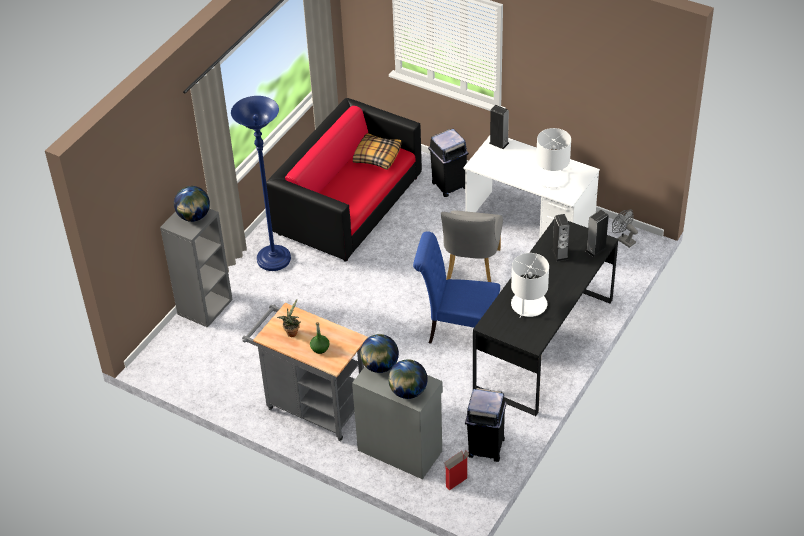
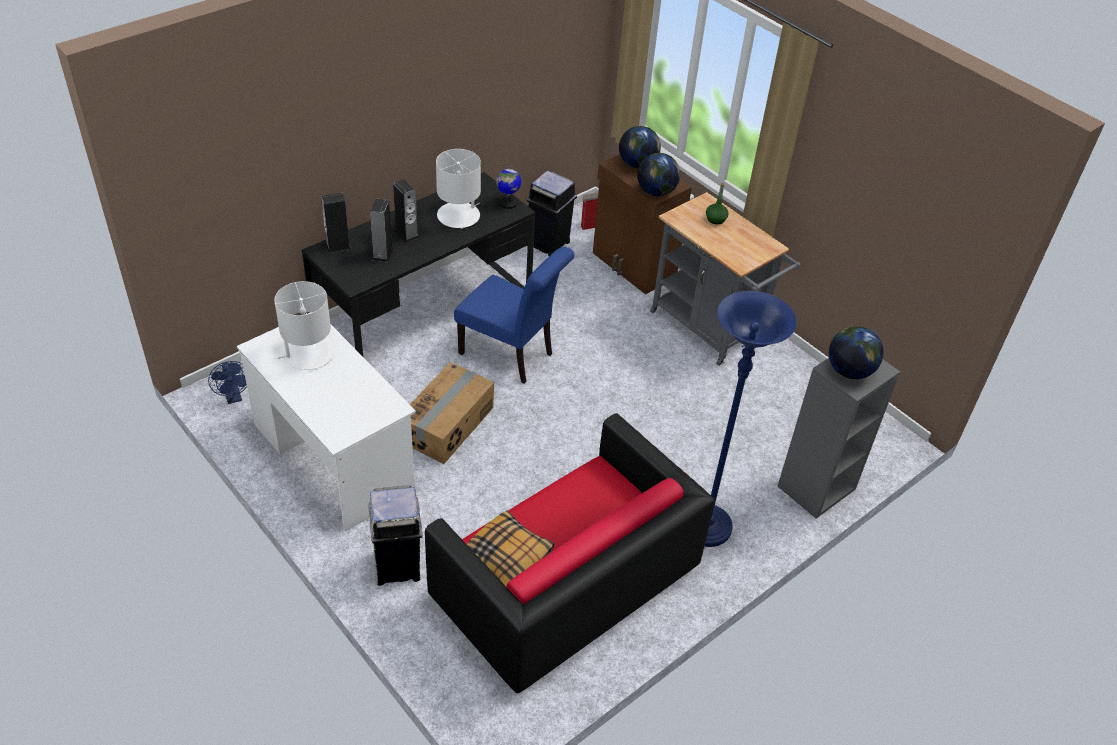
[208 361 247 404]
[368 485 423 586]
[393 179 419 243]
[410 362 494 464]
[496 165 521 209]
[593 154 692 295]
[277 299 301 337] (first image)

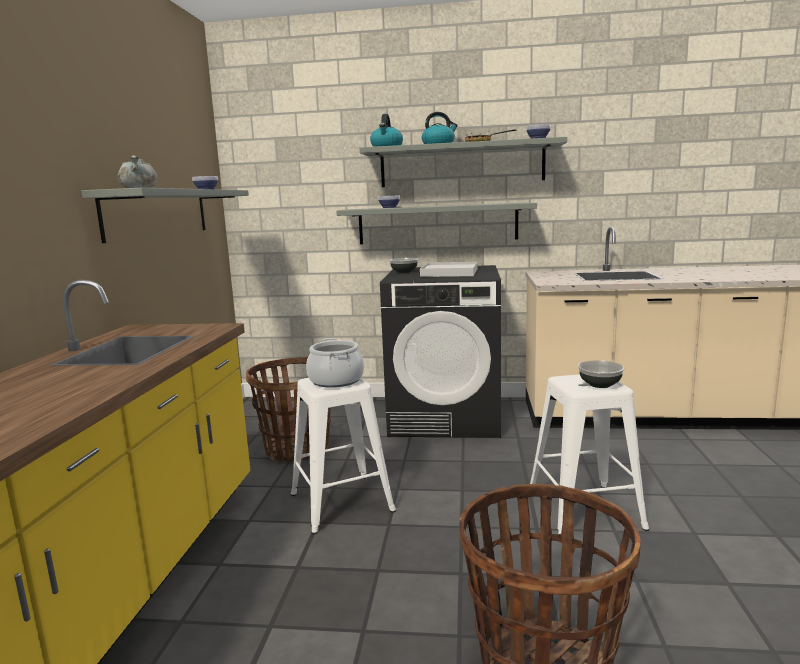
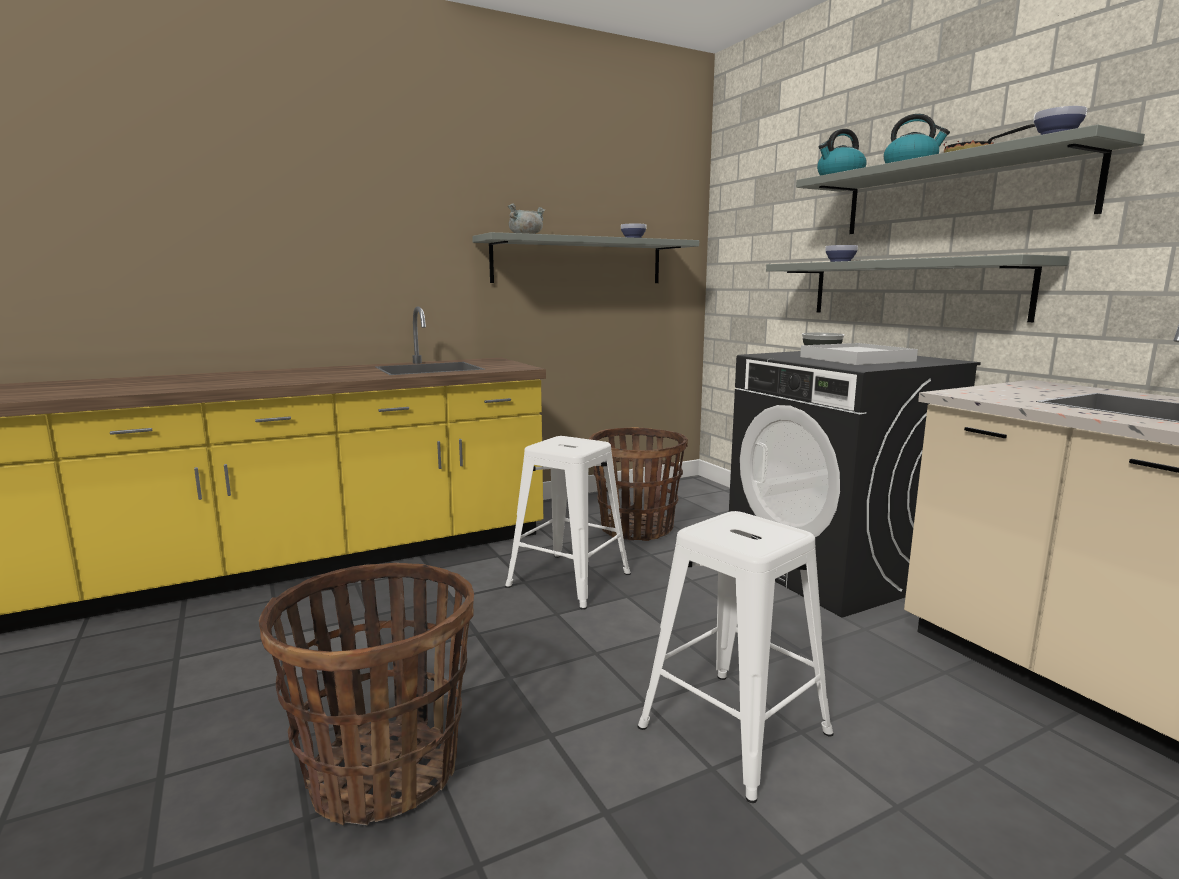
[306 338 364 388] (first image)
[578 360 624 388] (first image)

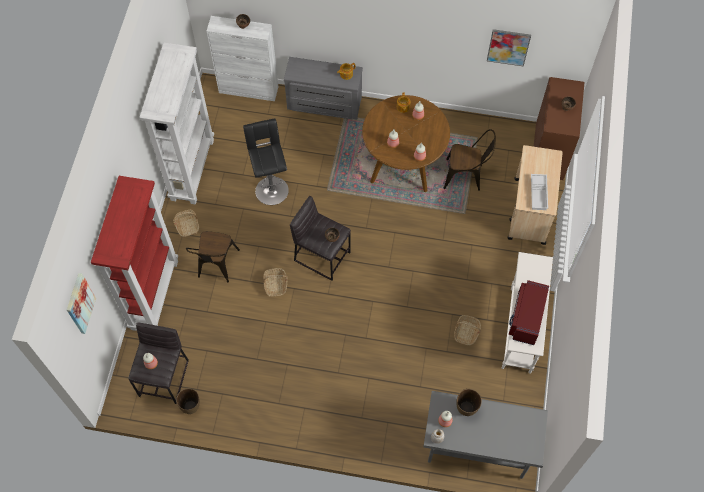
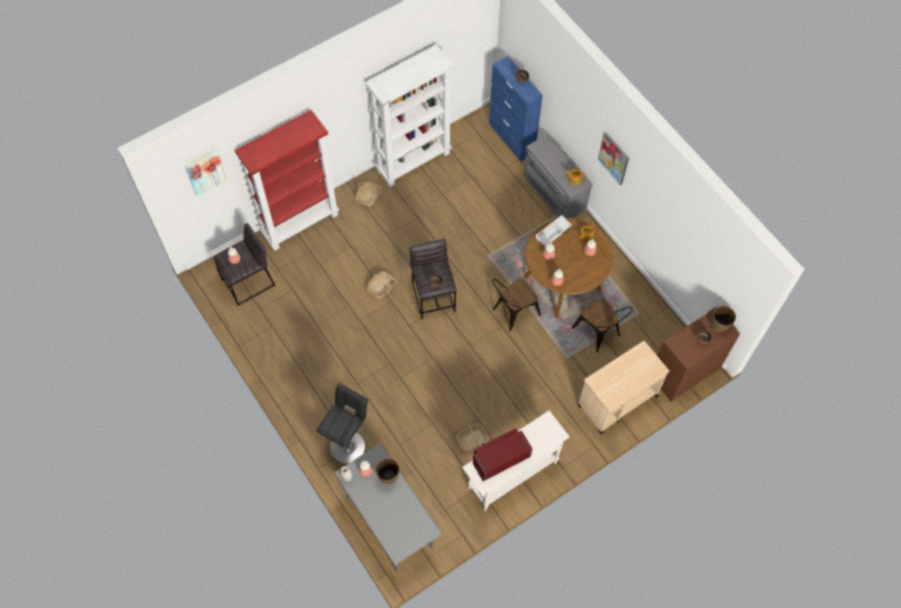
[317 383 368 464]
[489 56 543 162]
[492 278 541 332]
[535 215 572 247]
[598 131 629 185]
[711 305 736 332]

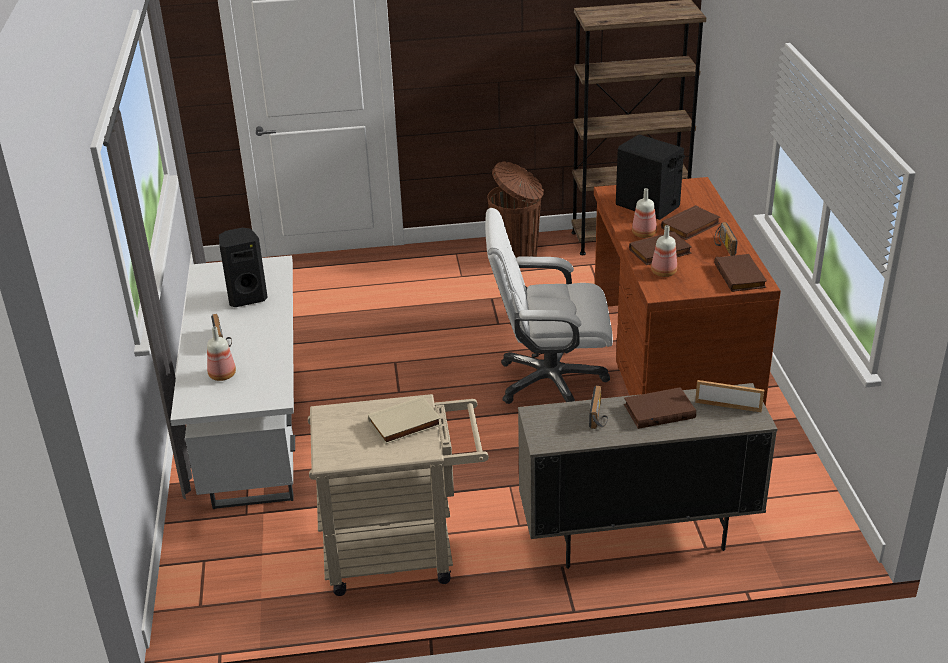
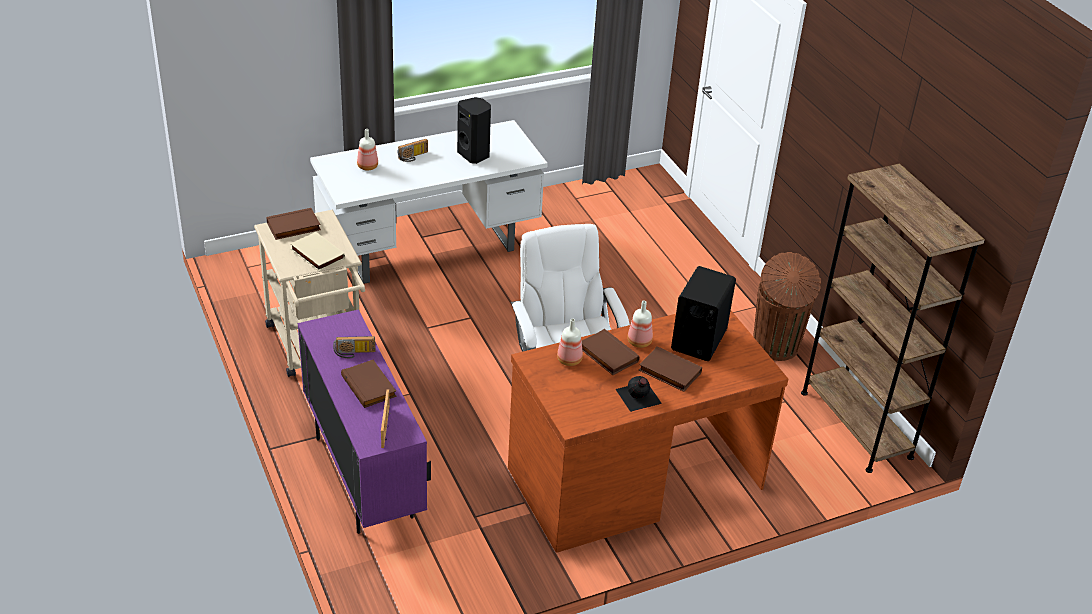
[267 208 321 240]
[298 309 431 534]
[615 376 662 412]

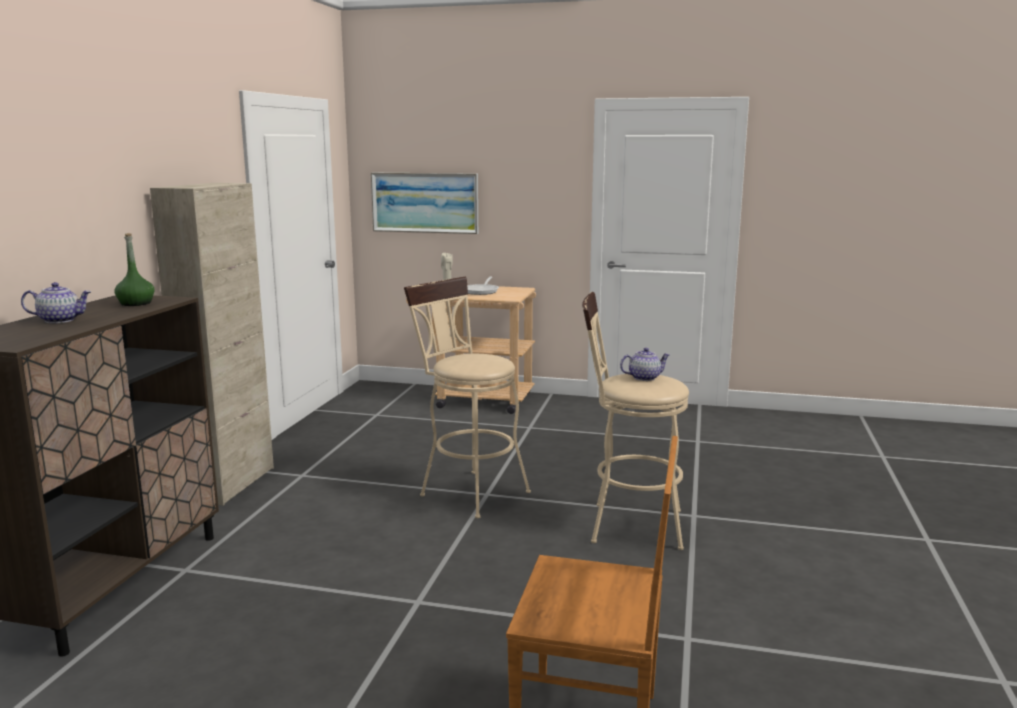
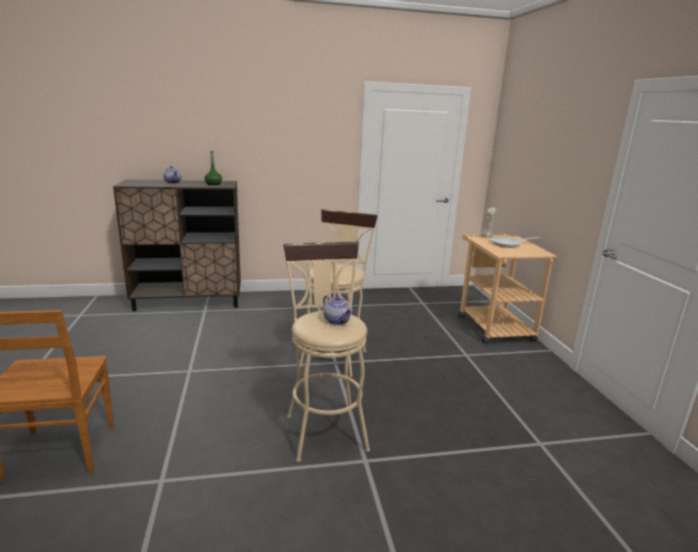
[150 183 274 506] (first image)
[371 173 478 234] (first image)

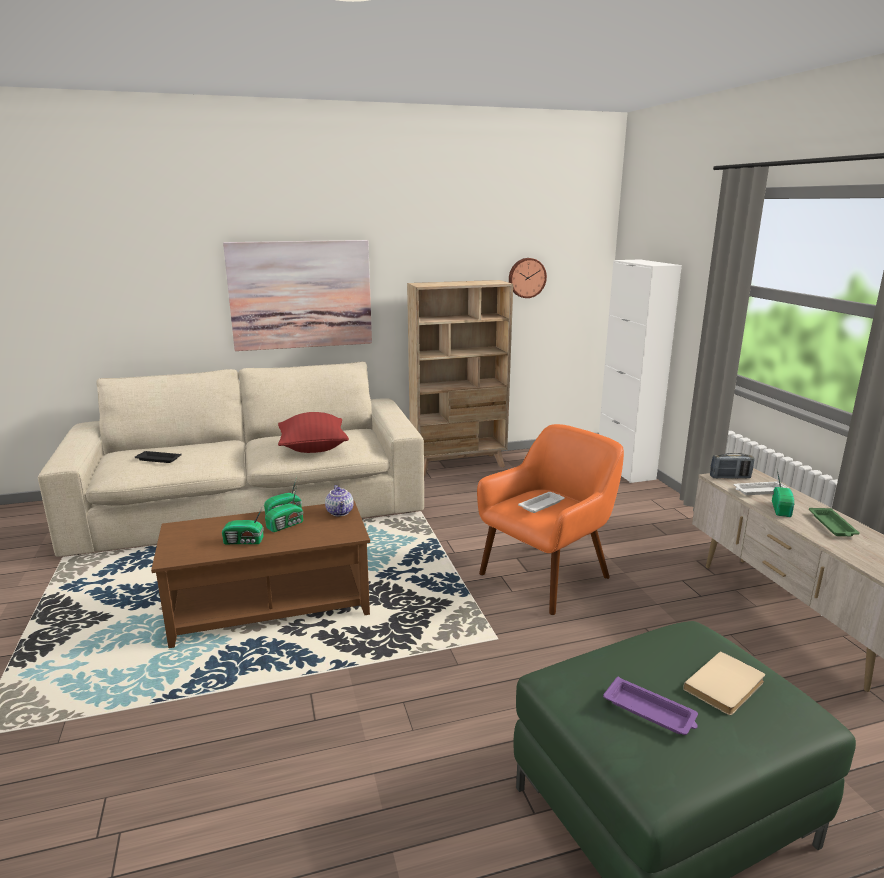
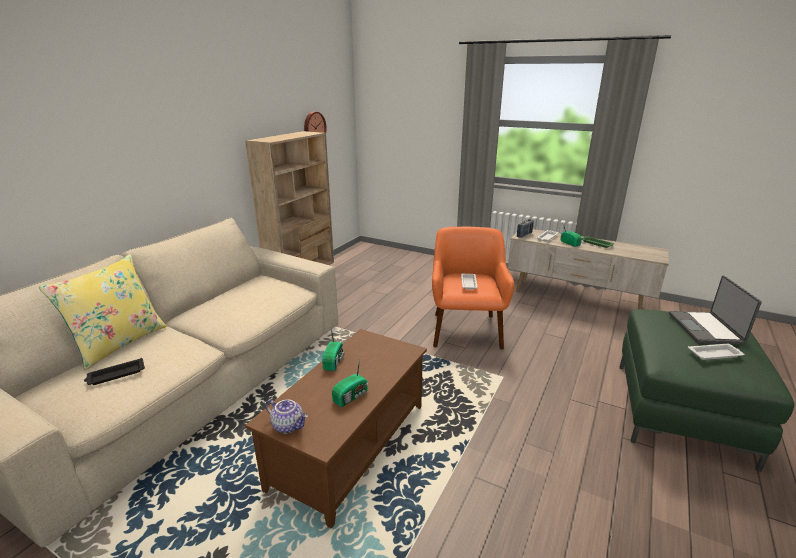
[39 254 167 370]
[265 399 308 434]
[669 276 762 345]
[688 344 744 360]
[223 240 372 351] (first image)
[265 485 303 532] (first image)
[278 412 349 453] (first image)
[599 259 682 483] (first image)

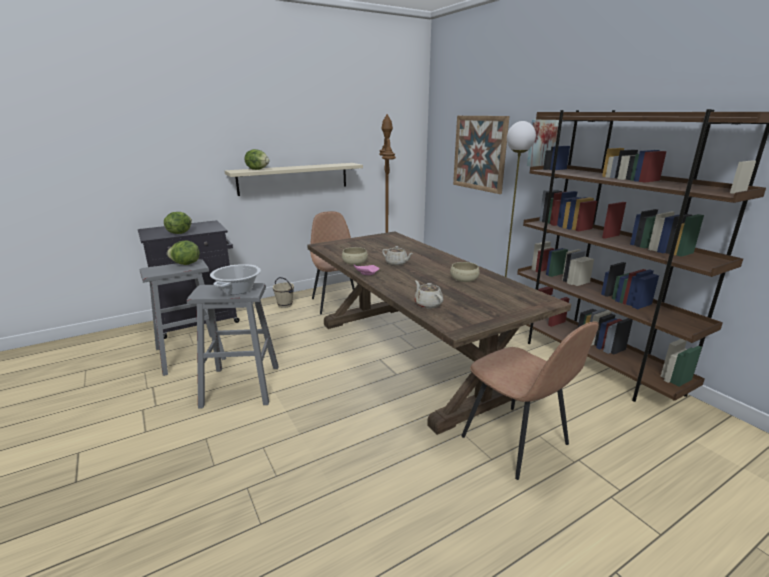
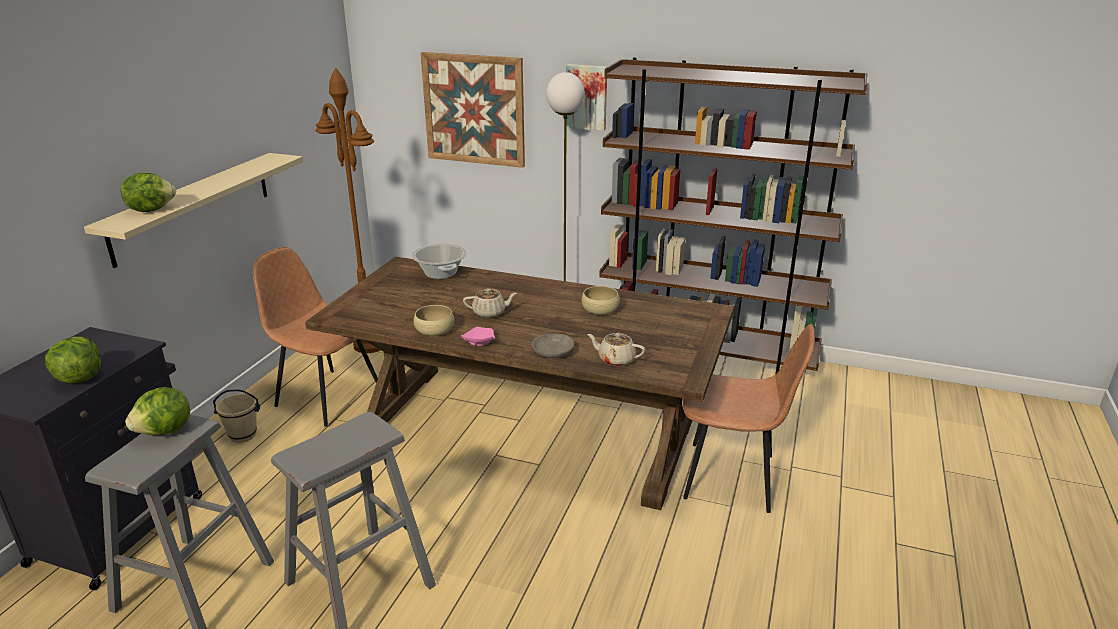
[412 244 467 279]
[532 333 574 358]

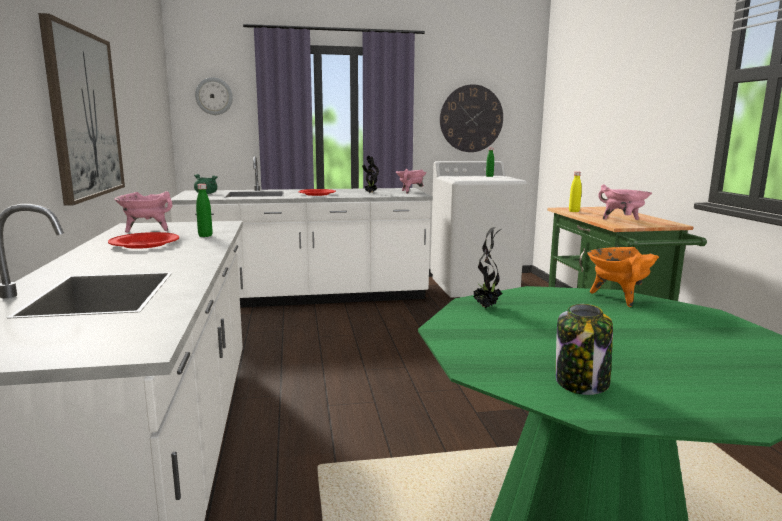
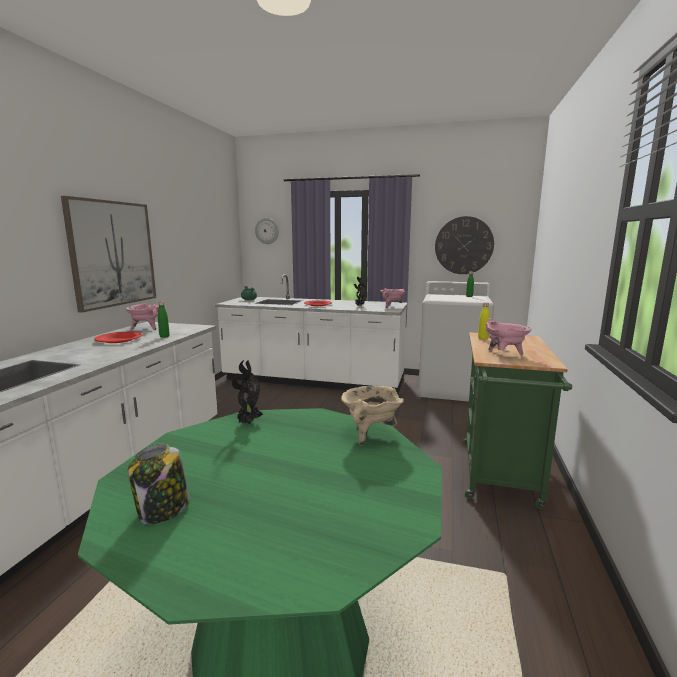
[341 386 404 446]

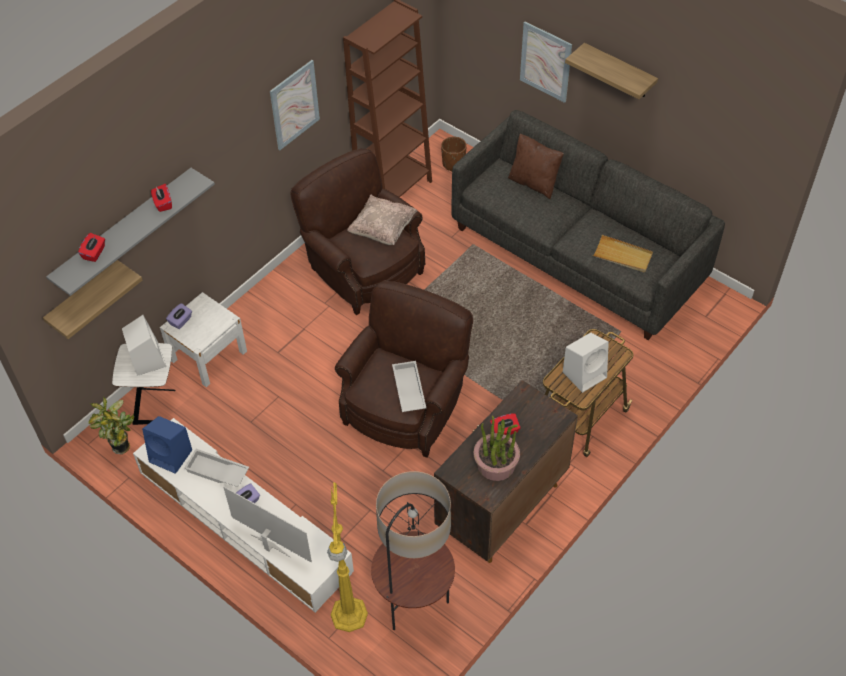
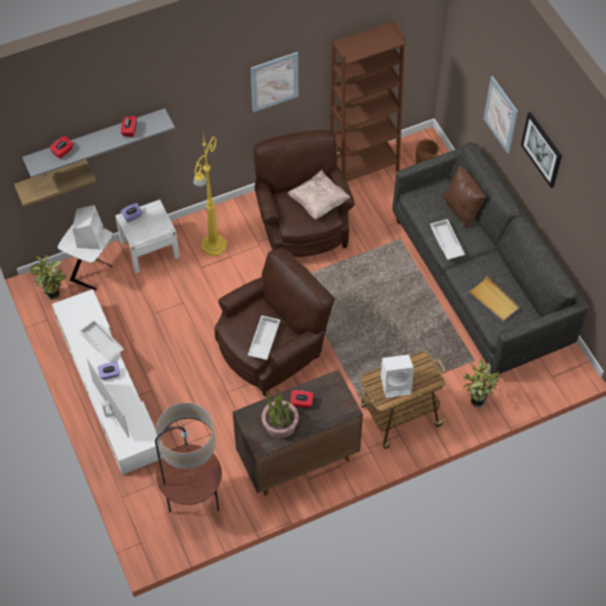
[193 133 227 256]
[430 219 465 260]
[464 360 499 408]
[521 112 562 188]
[142 416 192 474] (first image)

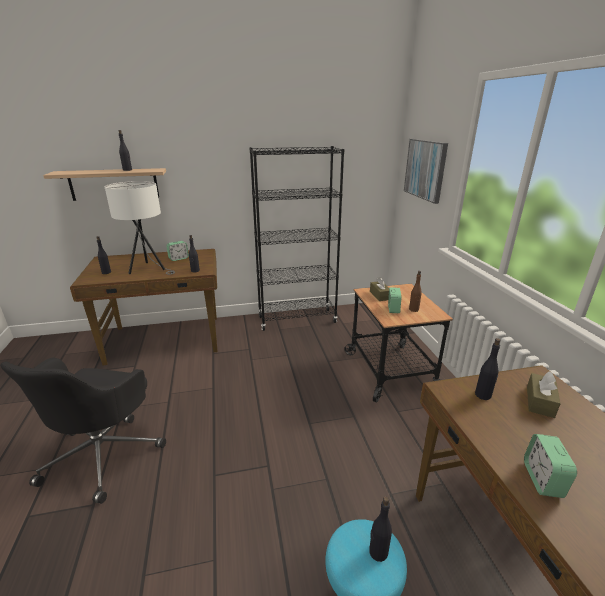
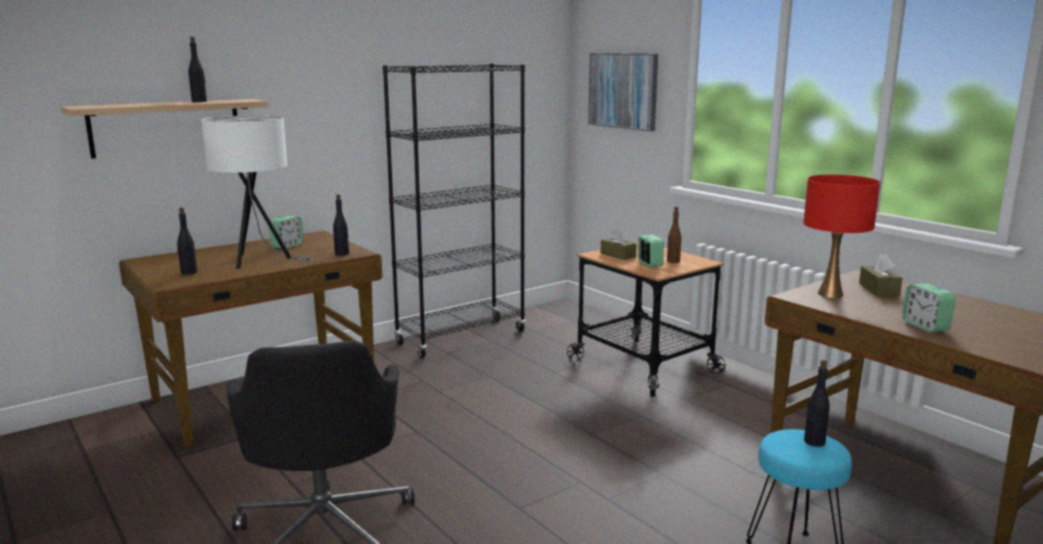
[803 175 880 298]

